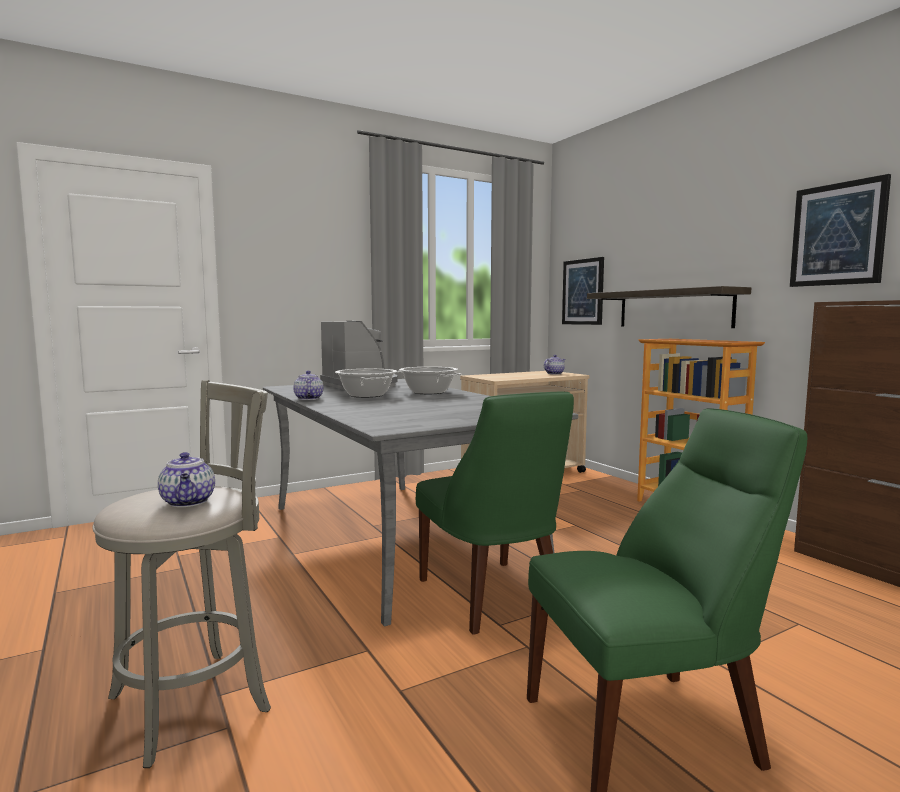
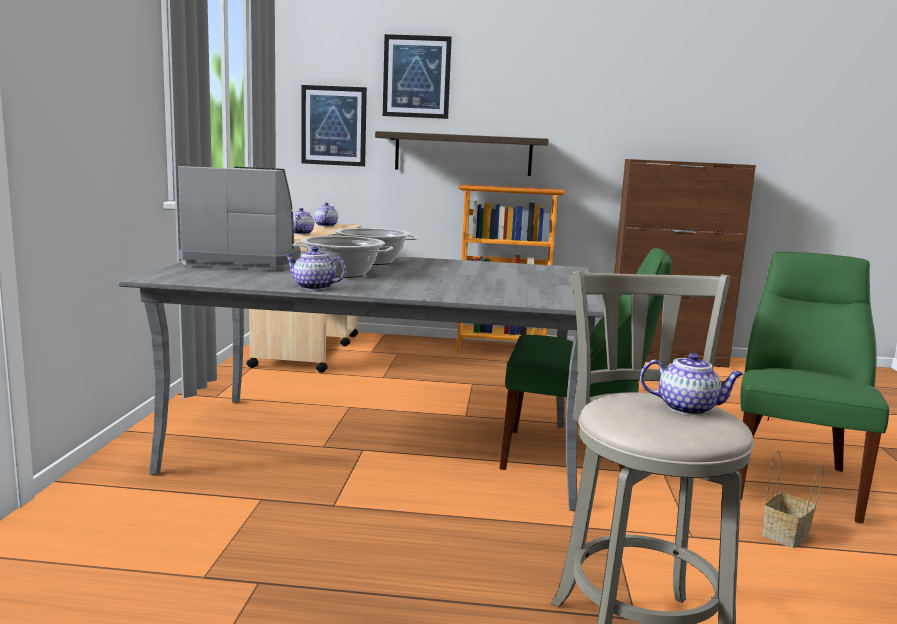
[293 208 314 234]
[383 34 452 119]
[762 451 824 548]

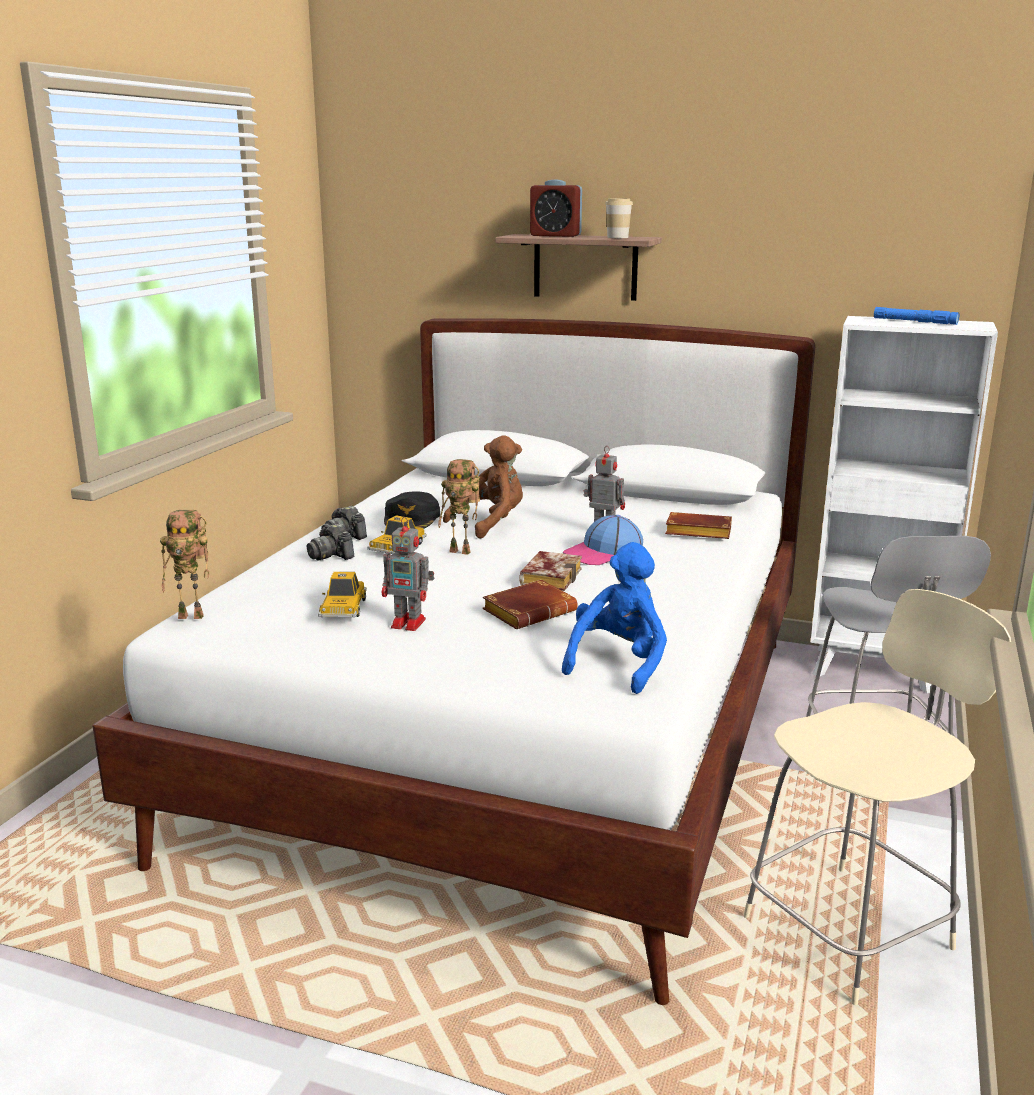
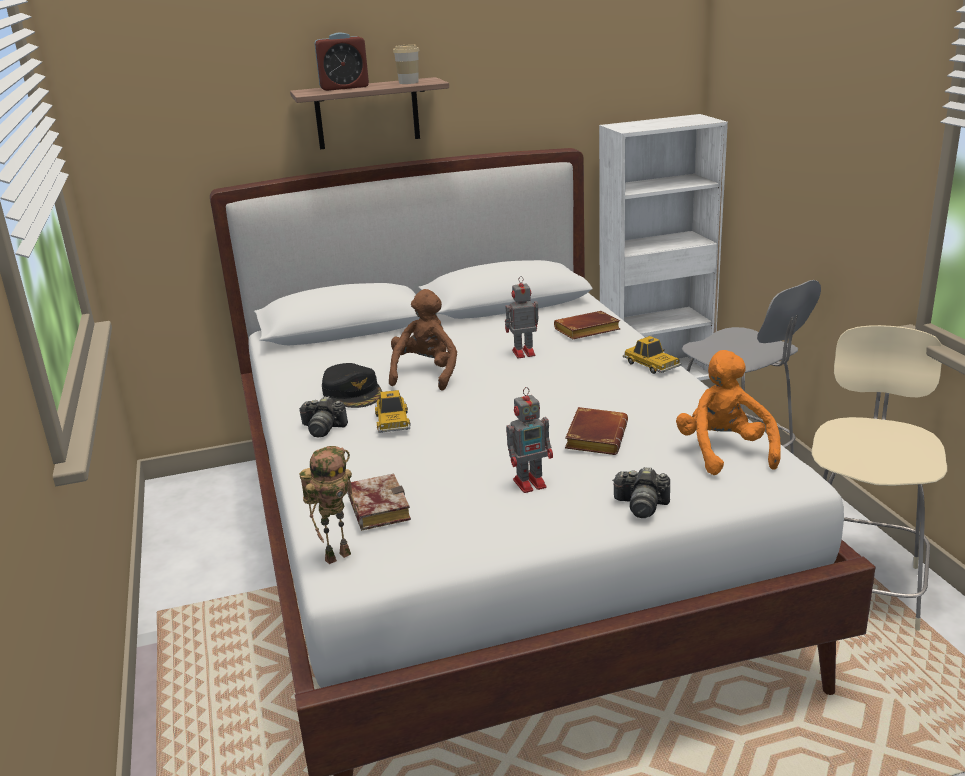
[347 474 411 531]
[612 467 670 518]
[623 336 682 374]
[676 350 781 475]
[438 459 480 555] (first image)
[563 515 643 565] (first image)
[874 307 959 325] (first image)

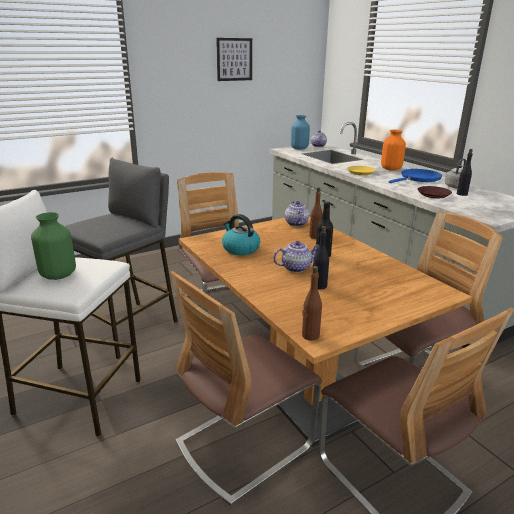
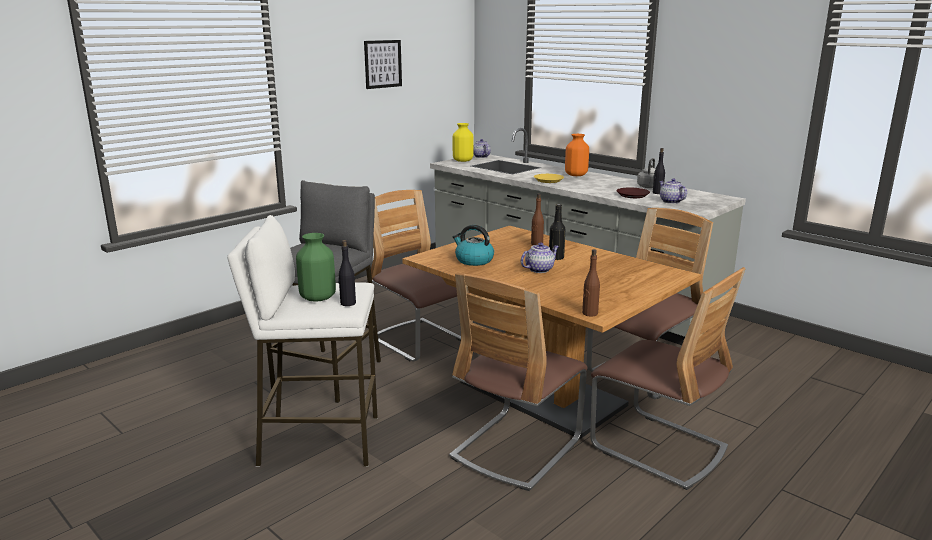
[338 240 356 306]
[453 123 474 162]
[659 178 687 204]
[388 169 442 183] (first image)

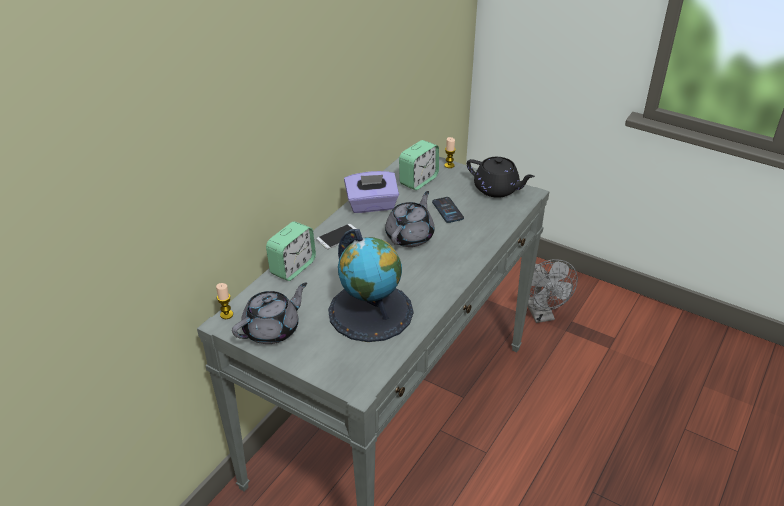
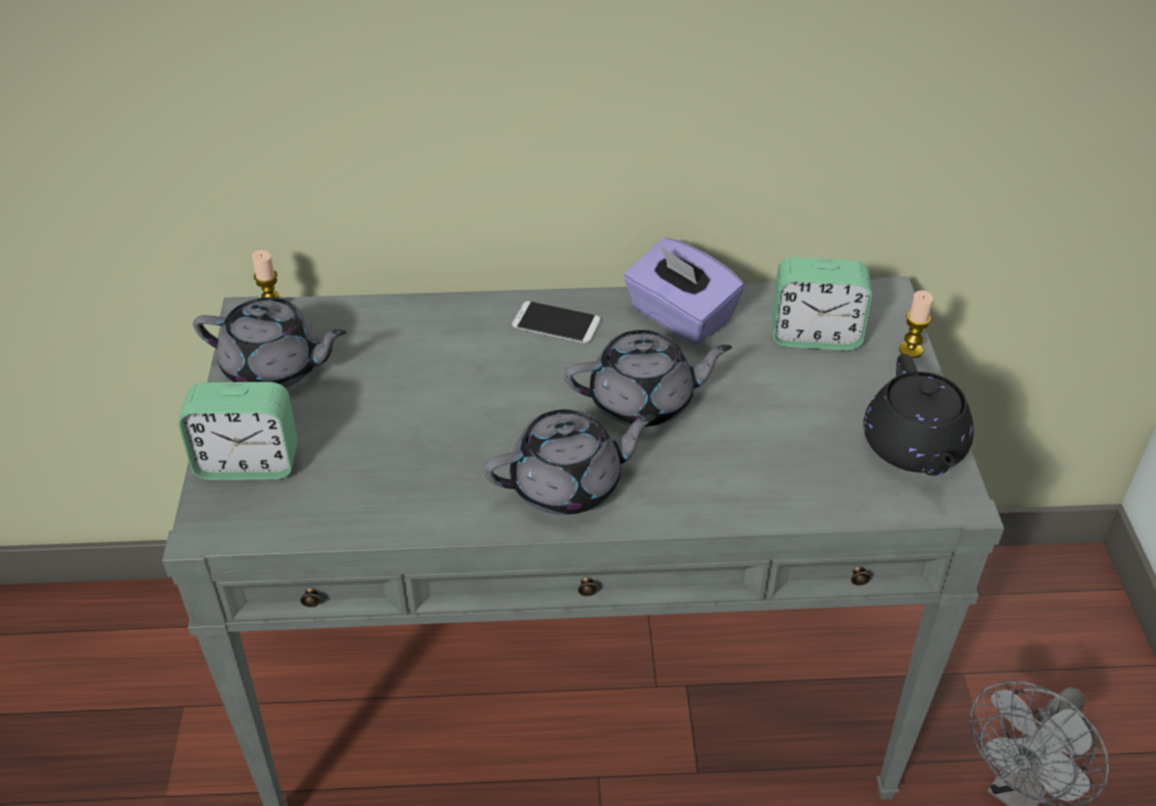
[178 382 298 480]
[484 409 656 515]
[328 229 414 342] (first image)
[432 197 464 223] (first image)

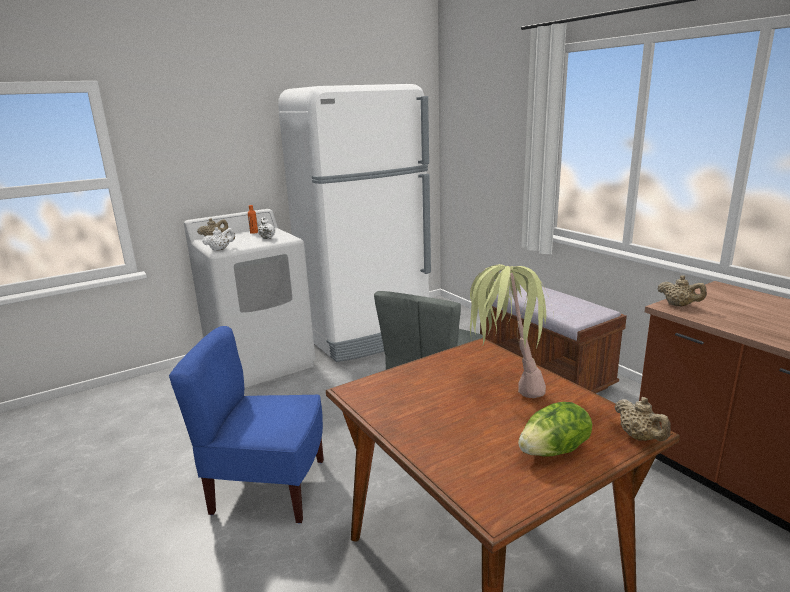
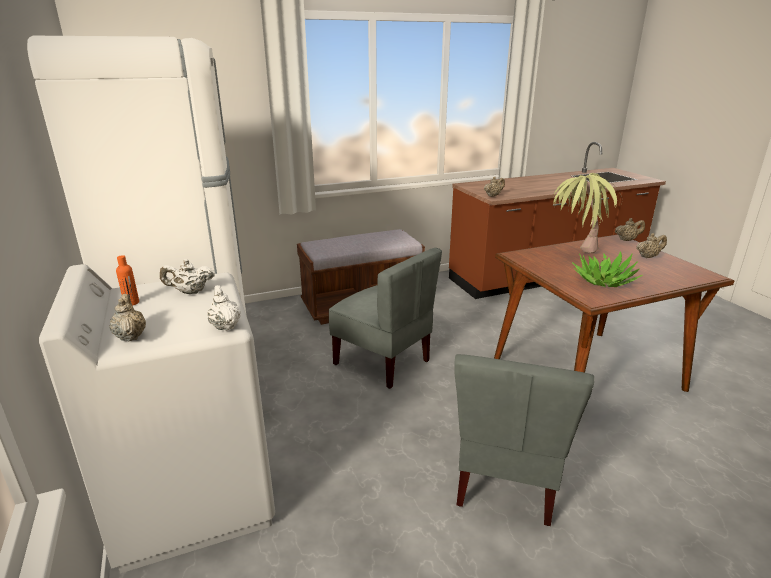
[454 354 594 526]
[572 251 643 287]
[636 233 667 258]

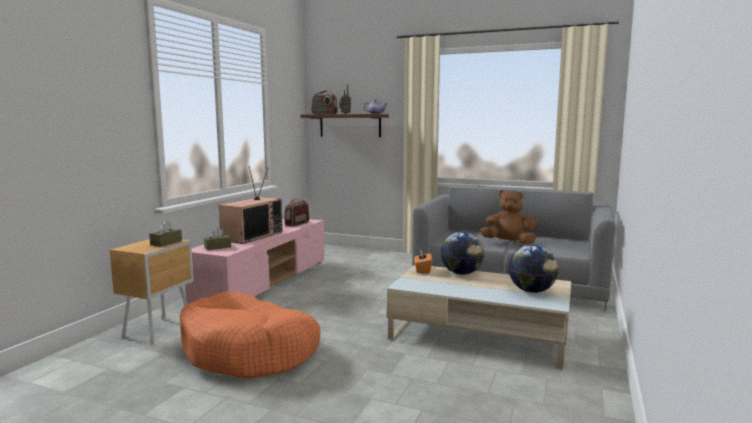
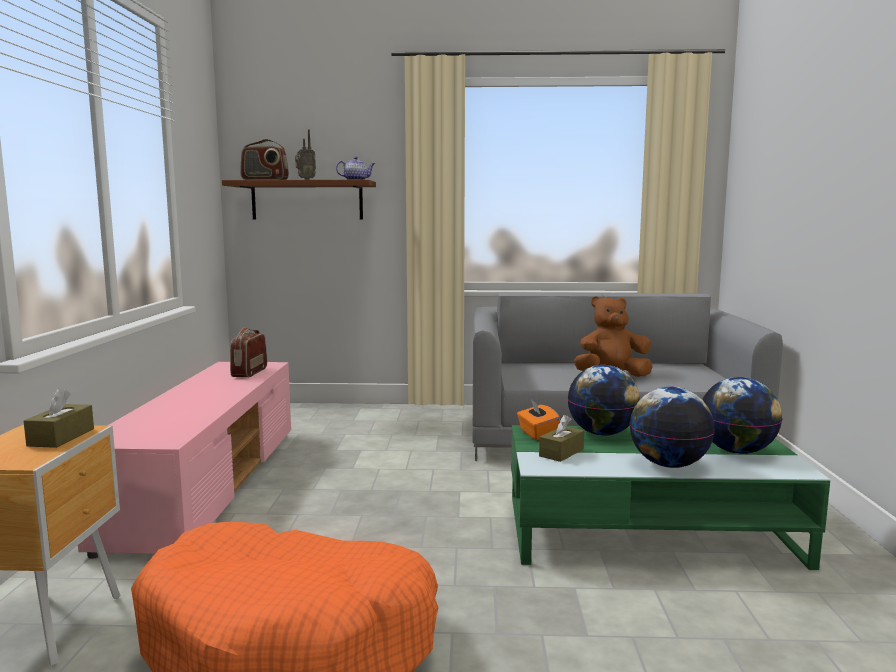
[511 425 830 570]
[539 415 584 462]
[630 386 715 468]
[219 166 283 244] (first image)

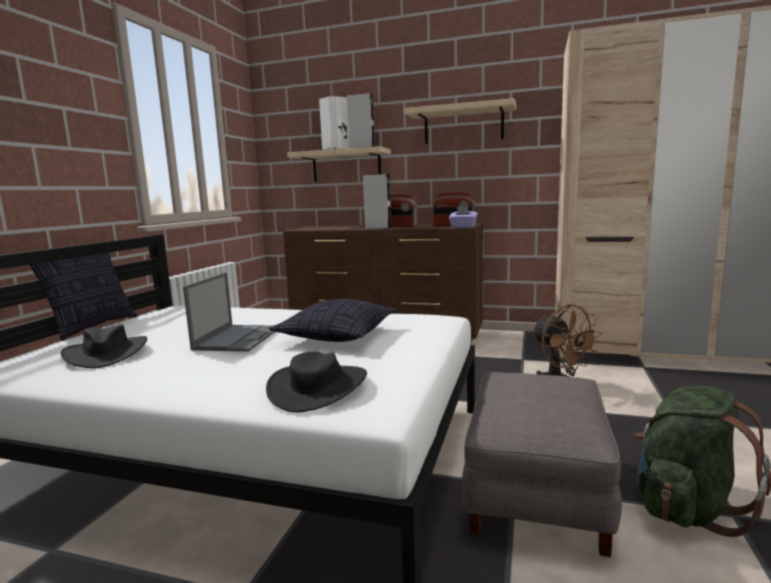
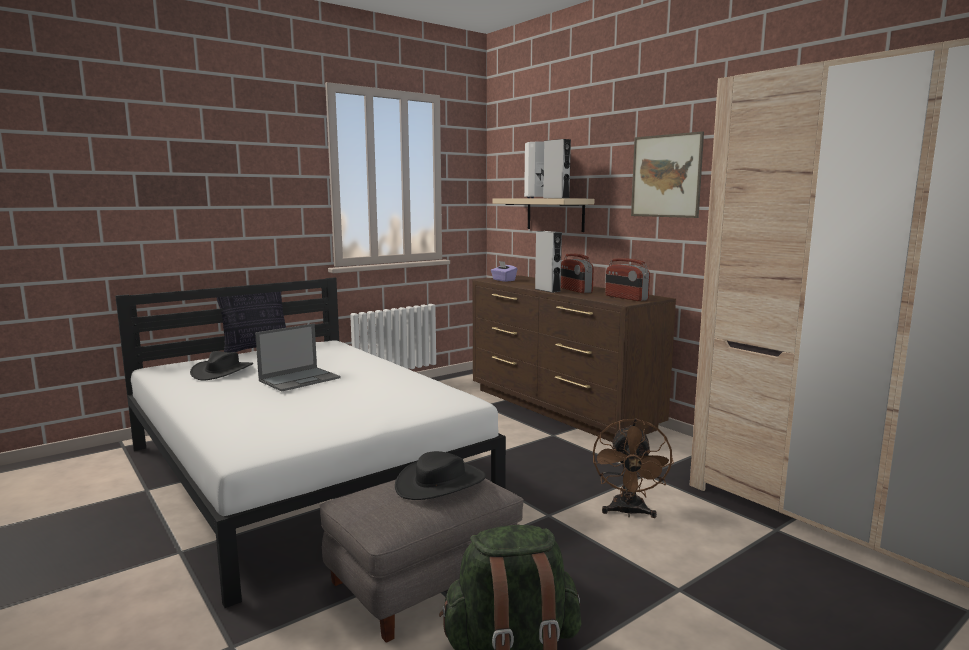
[395 451 486 500]
[491 261 517 282]
[631 131 704 218]
[269 299 396 342] (first image)

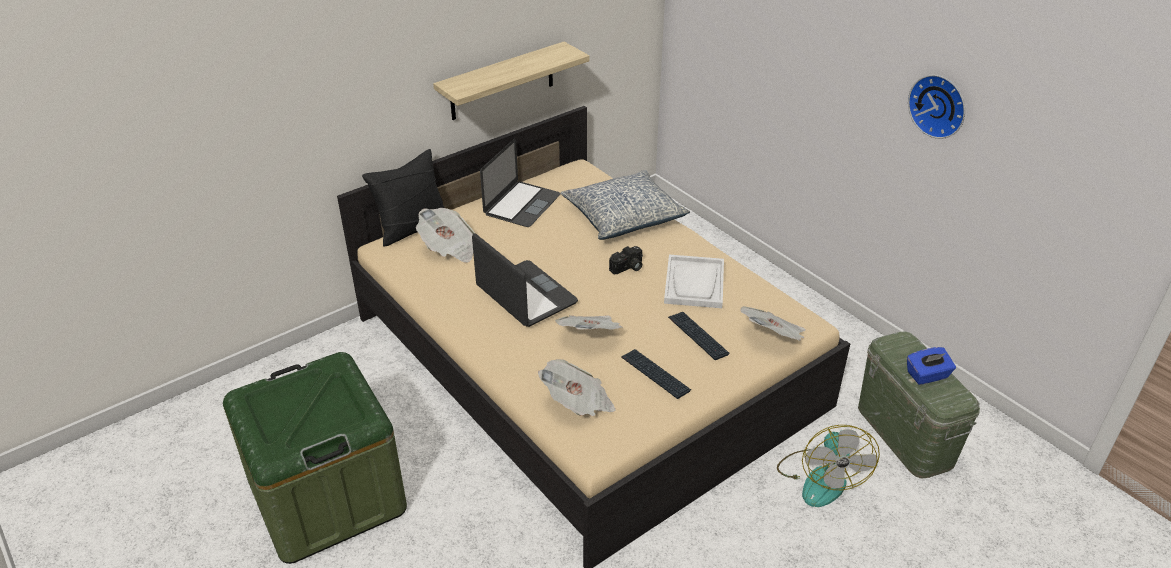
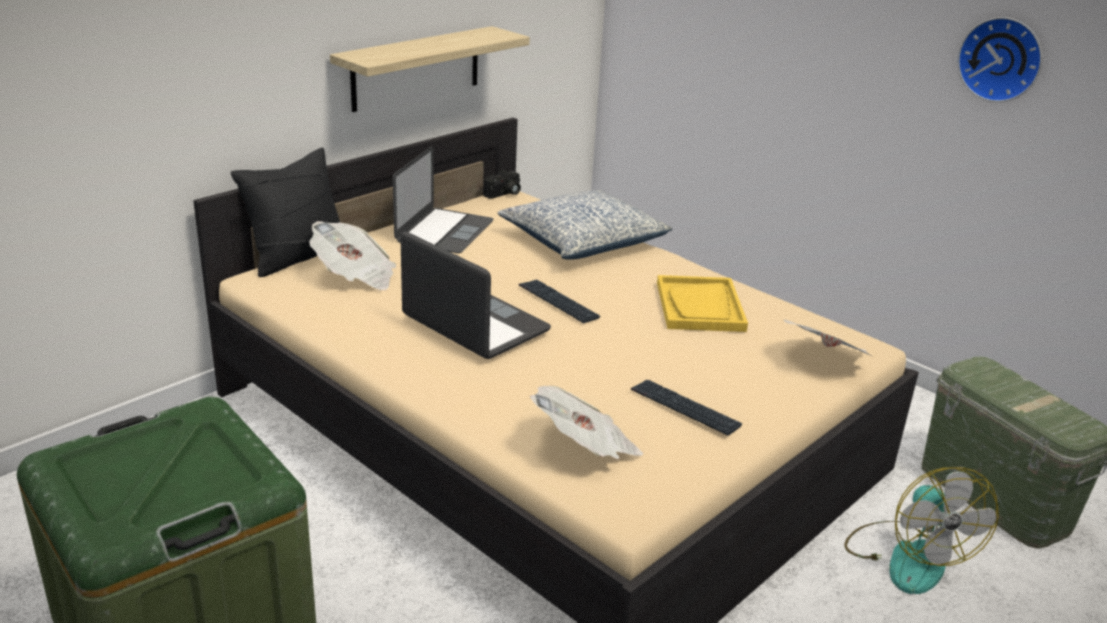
[484 170 521 199]
[519 280 600 323]
[657 275 748 332]
[555 315 623 330] (first image)
[907 347 956 385] (first image)

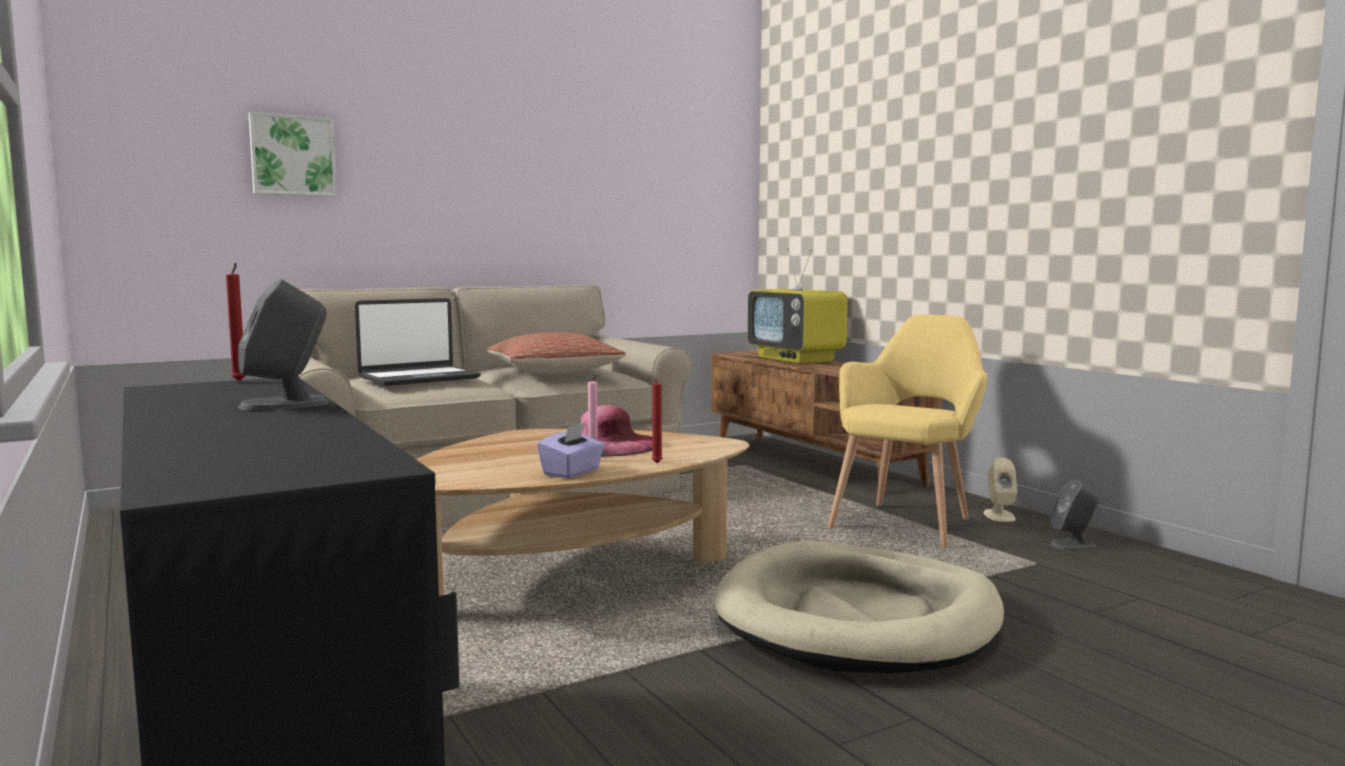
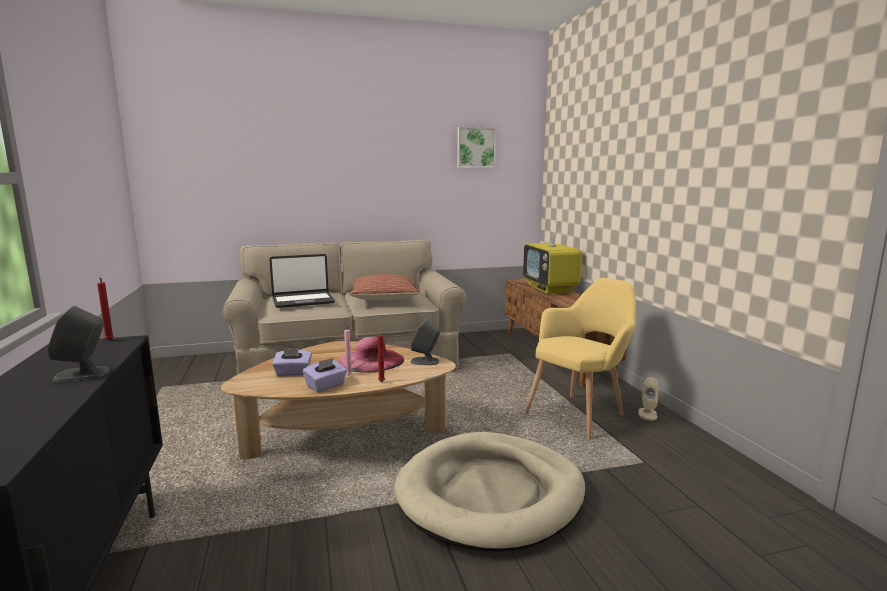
[272 348 312 376]
[411 319 440 365]
[457 127 496 168]

